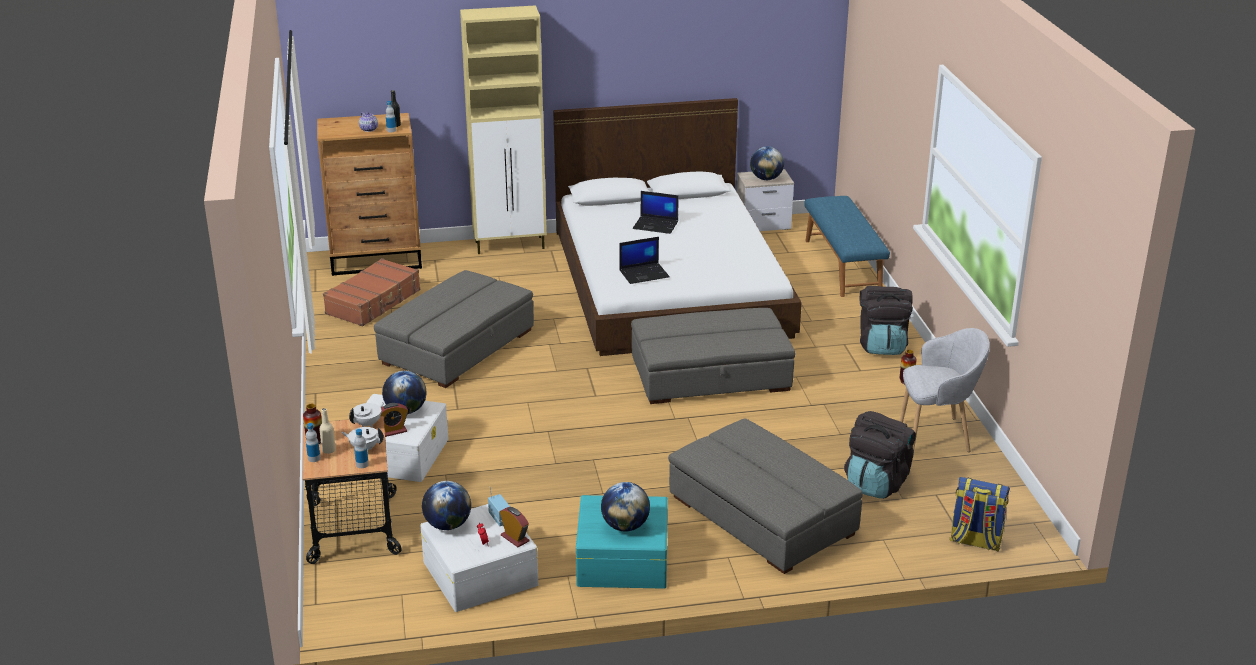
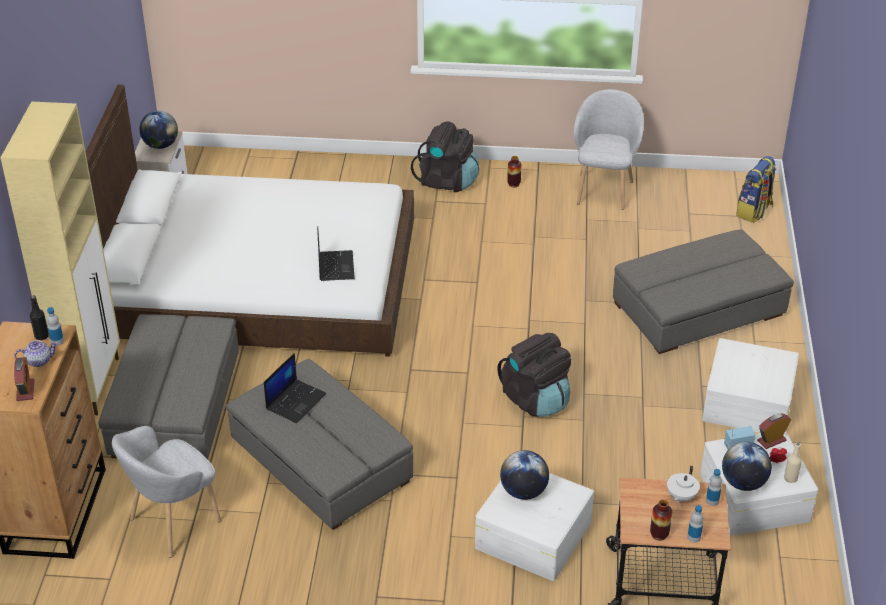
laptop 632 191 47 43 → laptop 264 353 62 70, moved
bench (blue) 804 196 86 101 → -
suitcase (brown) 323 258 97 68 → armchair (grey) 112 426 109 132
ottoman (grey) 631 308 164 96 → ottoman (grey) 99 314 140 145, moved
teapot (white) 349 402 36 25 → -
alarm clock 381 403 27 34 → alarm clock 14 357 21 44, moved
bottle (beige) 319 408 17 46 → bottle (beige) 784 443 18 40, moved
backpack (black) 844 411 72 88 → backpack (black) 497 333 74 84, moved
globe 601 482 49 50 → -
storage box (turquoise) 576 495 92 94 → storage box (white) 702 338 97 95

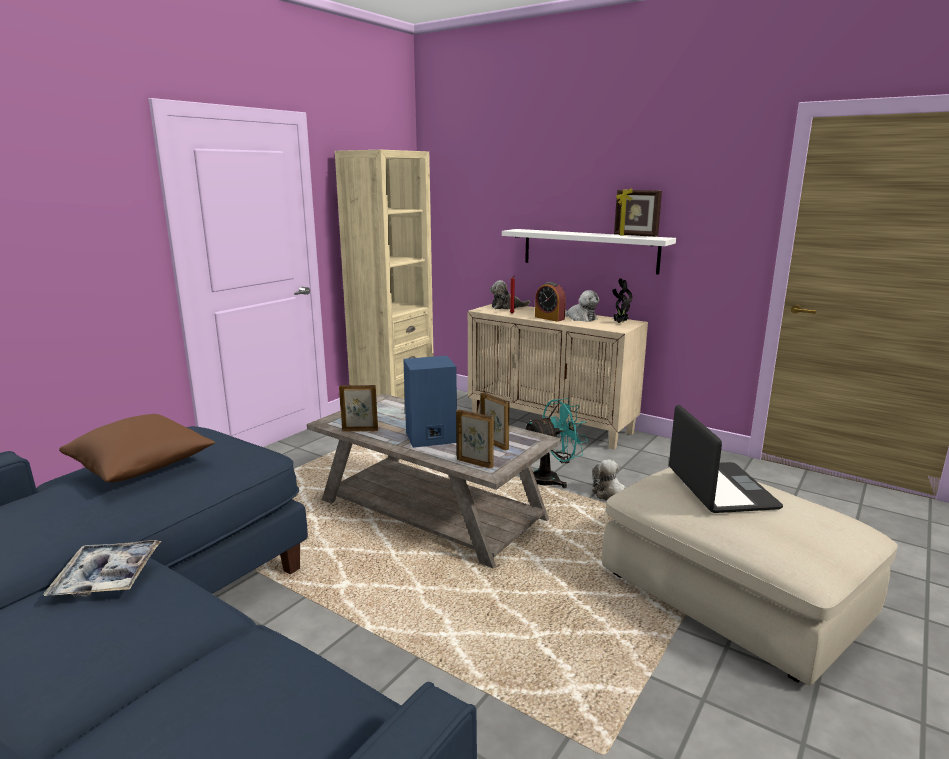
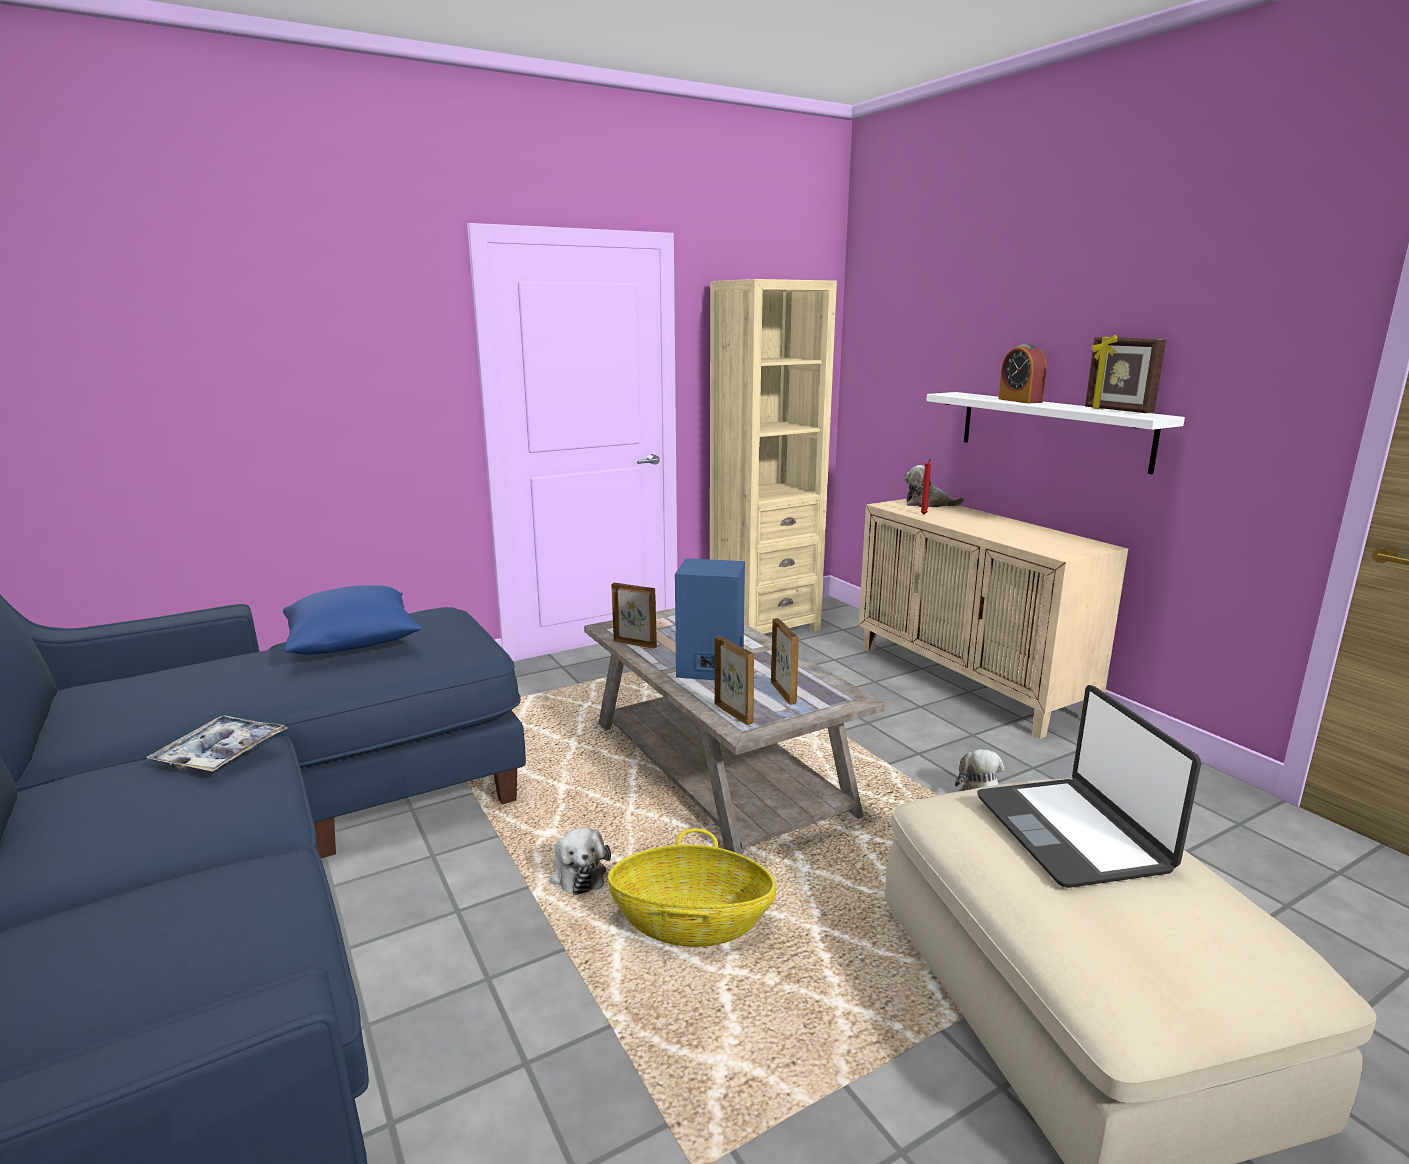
potted plant 612 279 20 44 → -
alarm clock 535 282 31 40 → alarm clock 999 344 48 59, moved
plush toy 565 290 34 32 → plush toy 550 828 61 67, moved
fan (turquoise) 522 398 66 90 → -
laptop 669 405 114 108 → laptop 977 685 224 203, 150 degrees clockwise
pillow (brown) 59 414 156 68 → pillow (blue) 283 585 139 70
- → basket 608 828 168 119

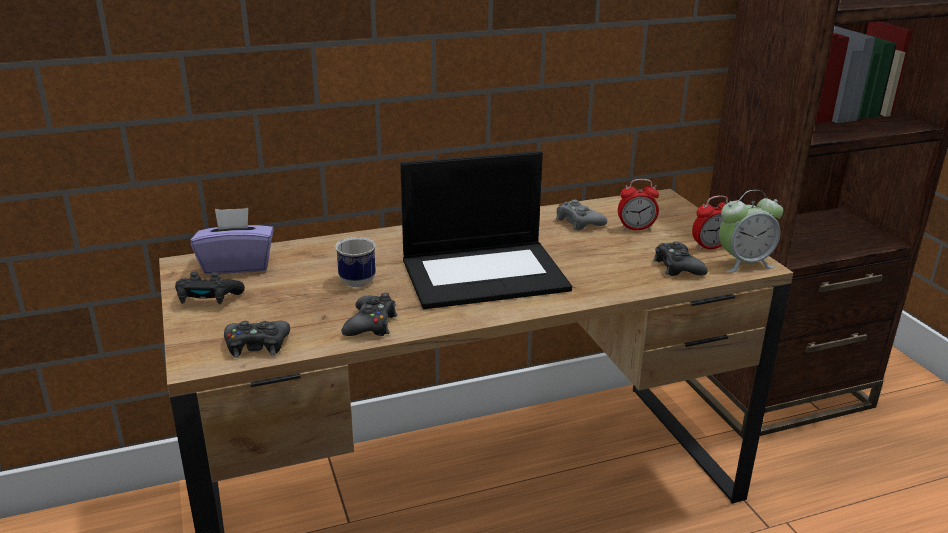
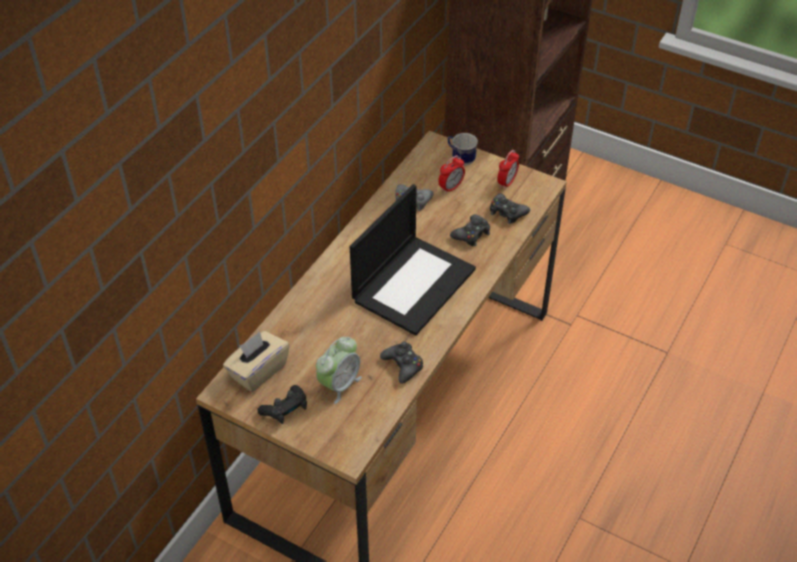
alarm clock 719 190 64 83 → alarm clock 316 337 46 67, moved
tissue box (purple) 190 208 84 66 → tissue box (beige) 223 331 66 61
mug 335 237 41 50 → mug 448 133 30 33, moved
game controller (black) 224 321 66 37 → game controller (black) 450 214 40 32, moved

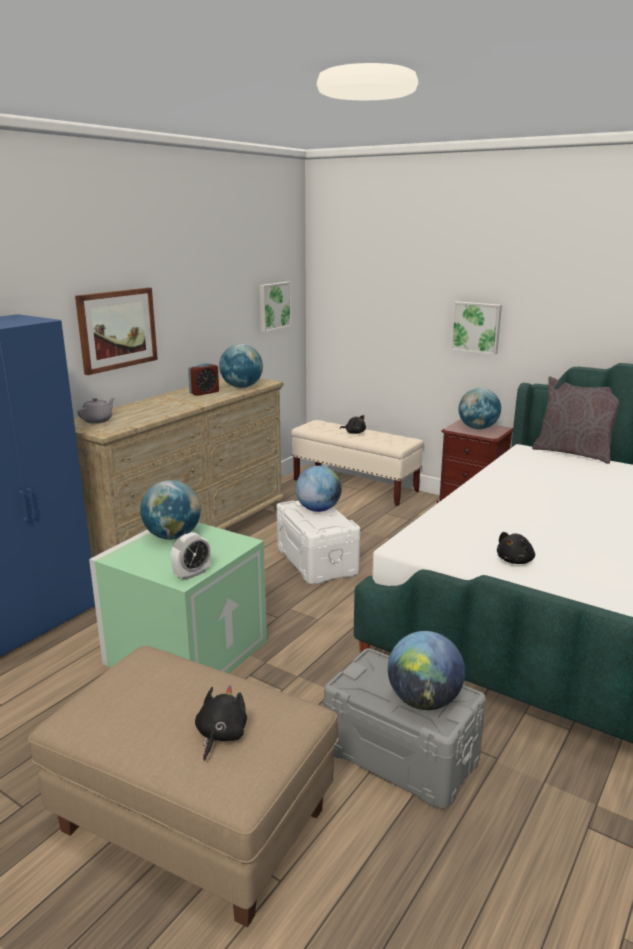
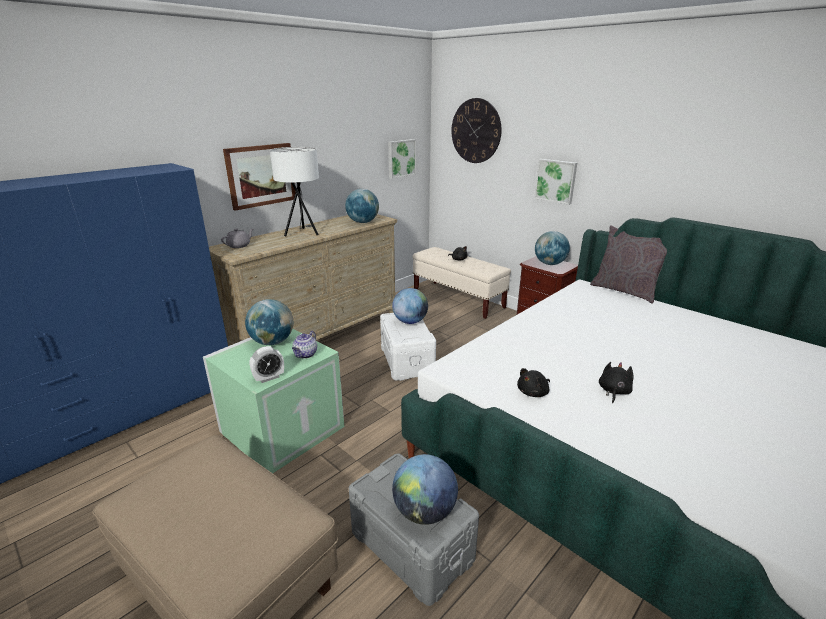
alarm clock 188 363 31 33 → -
plush toy (black) 195 685 52 76 → plush toy (black) 599 362 35 41, moved
- → wall clock 451 98 50 65
- → table lamp (white) 270 147 49 89
- → teapot 292 331 25 27

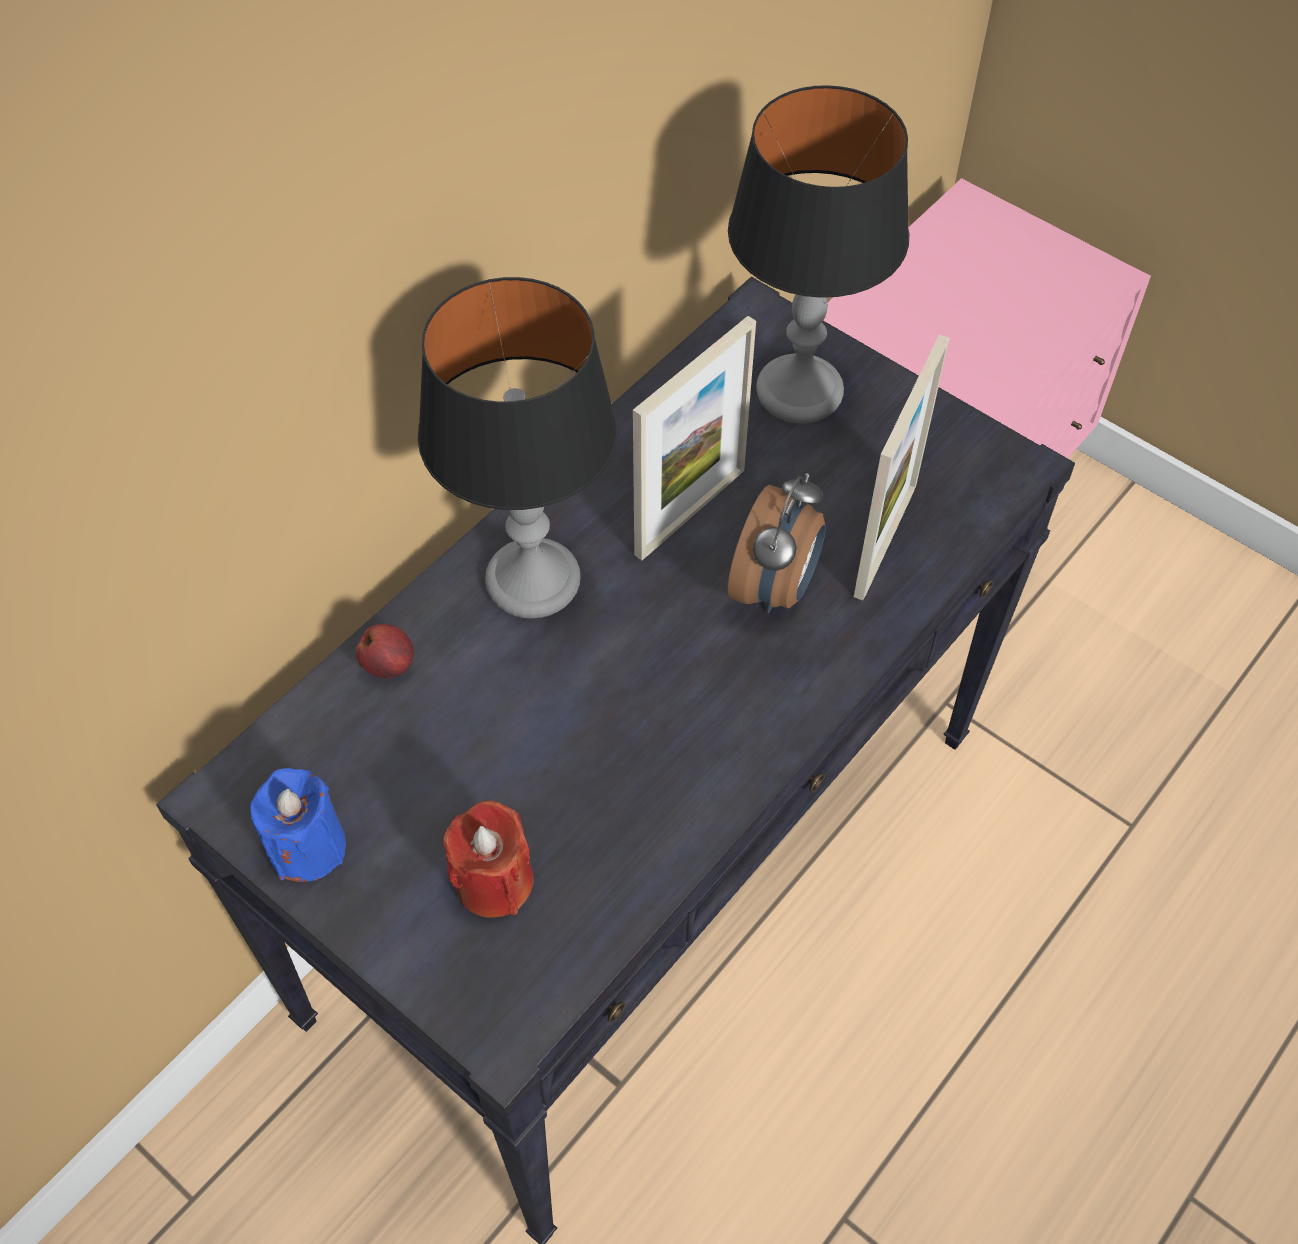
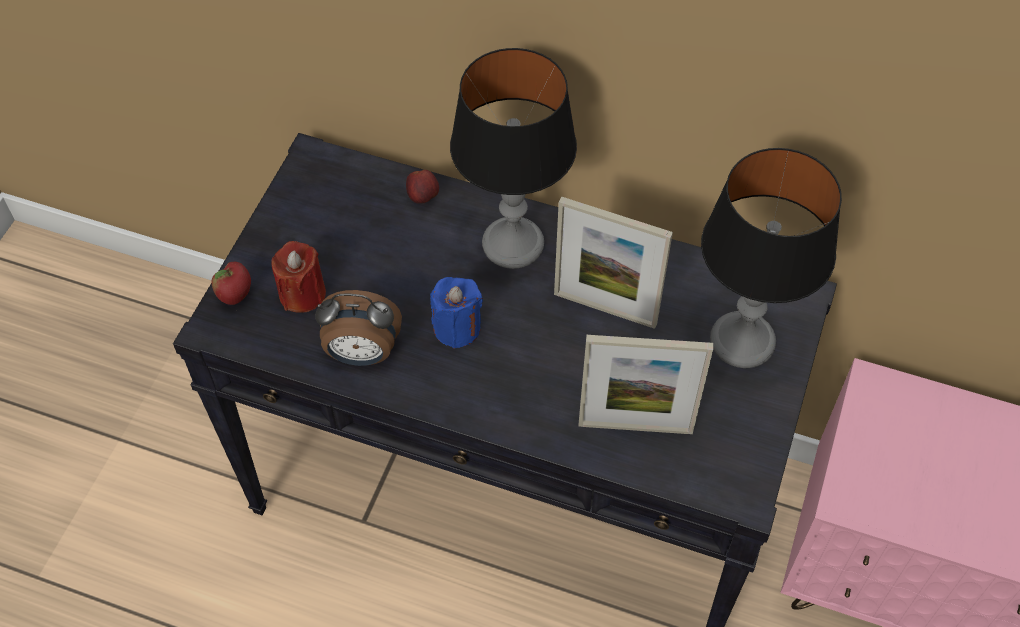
alarm clock 728 473 98 140 → alarm clock 315 290 87 76, moved
candle (blue) 250 768 96 114 → candle (blue) 430 277 53 72, moved
- → apple 211 262 40 43

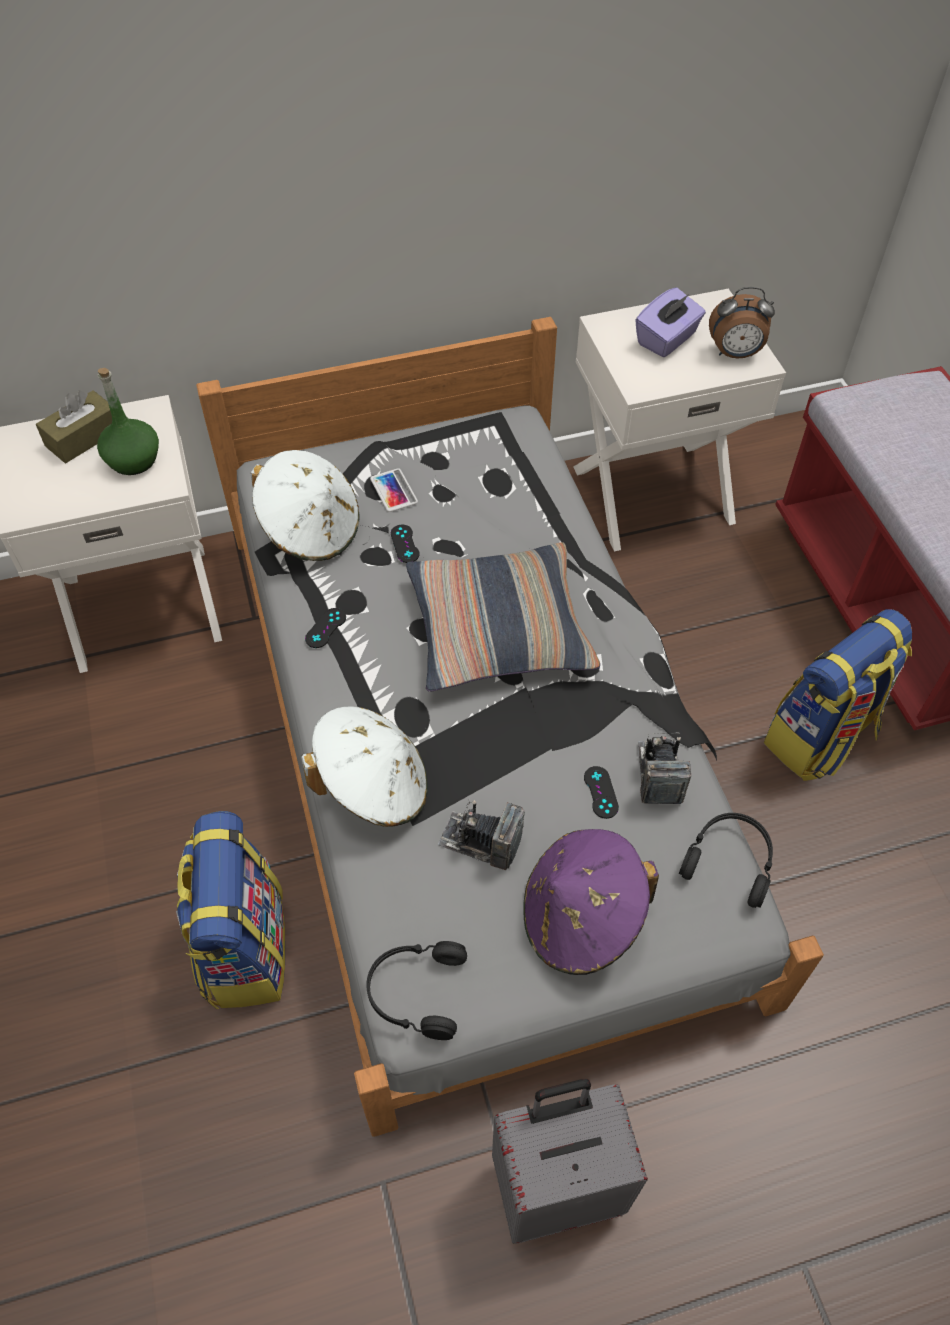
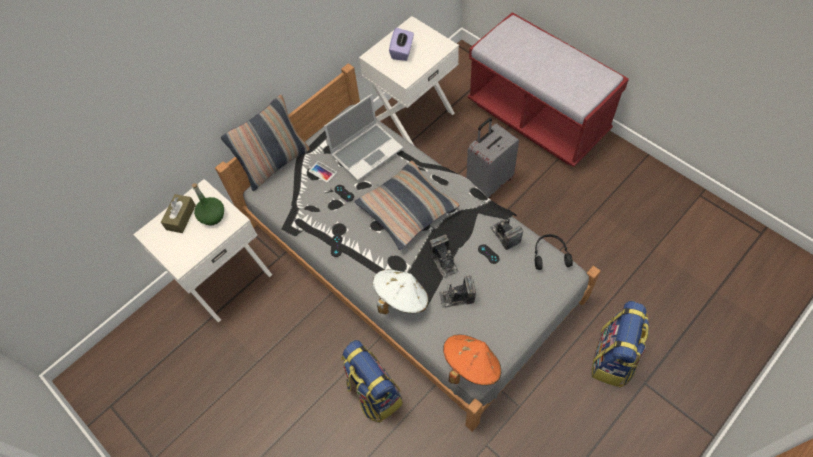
alarm clock 709 287 66 72 → -
hat (white) 250 450 109 111 → -
backpack 764 609 148 172 → backpack 591 301 58 87, moved
hat (purple) 523 829 136 146 → -
headphones (black) 366 941 101 99 → hat (orange) 443 334 58 51
suitcase (grey) 492 1079 156 165 → suitcase (grey) 466 118 53 80, moved
- → pillow 221 94 88 97
- → laptop 324 94 79 87
- → photo camera 430 234 29 44

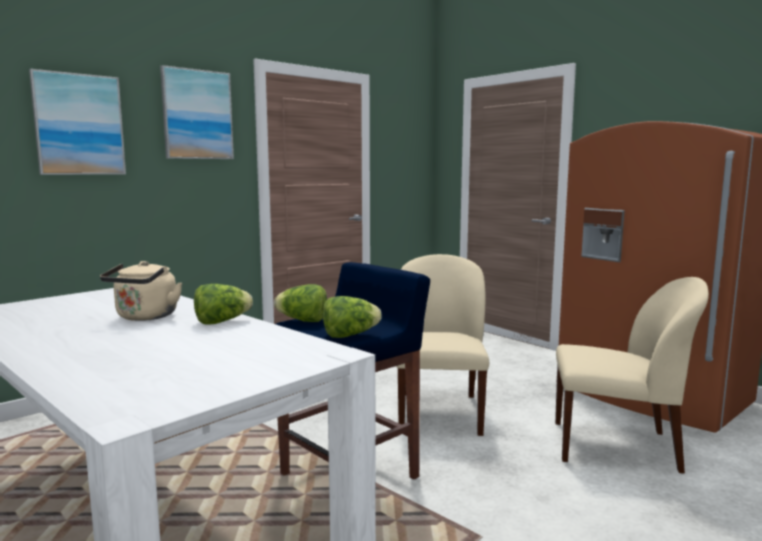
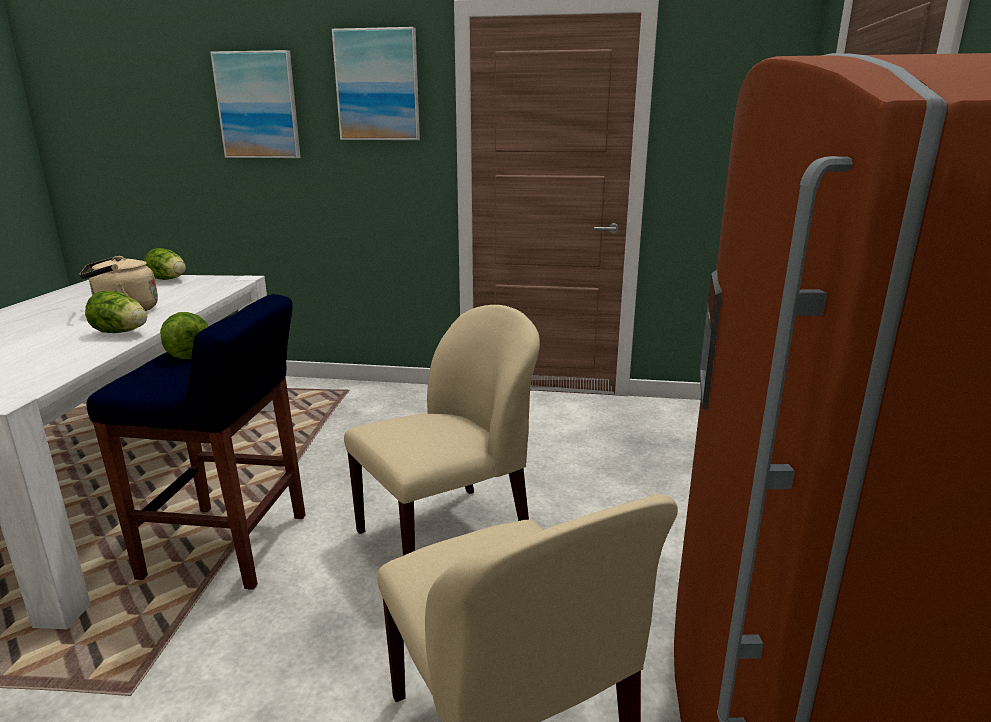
lettuce 323 296 59 42 → lettuce 144 248 42 32, moved

